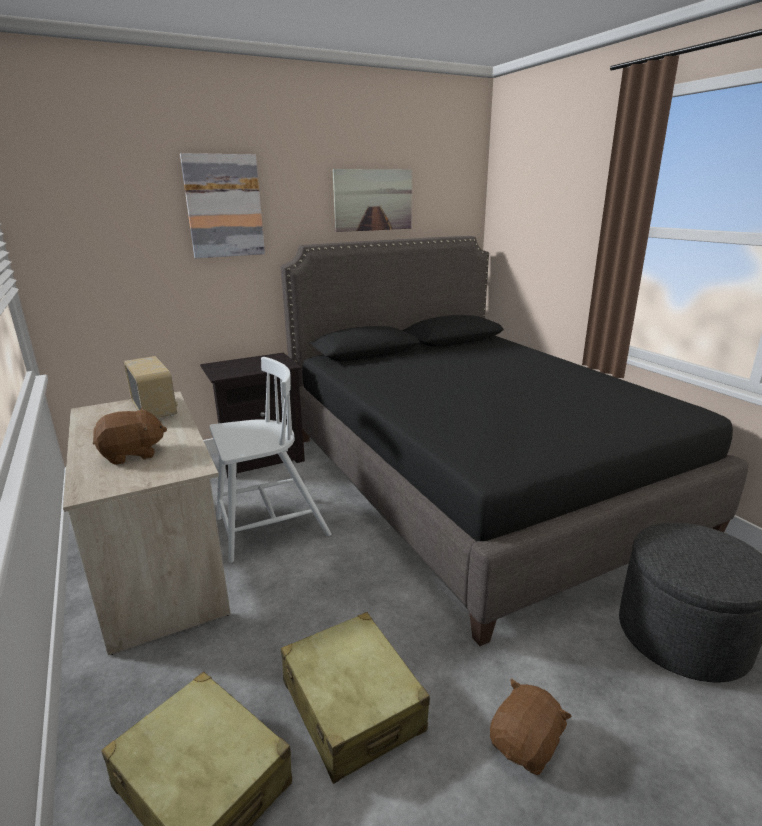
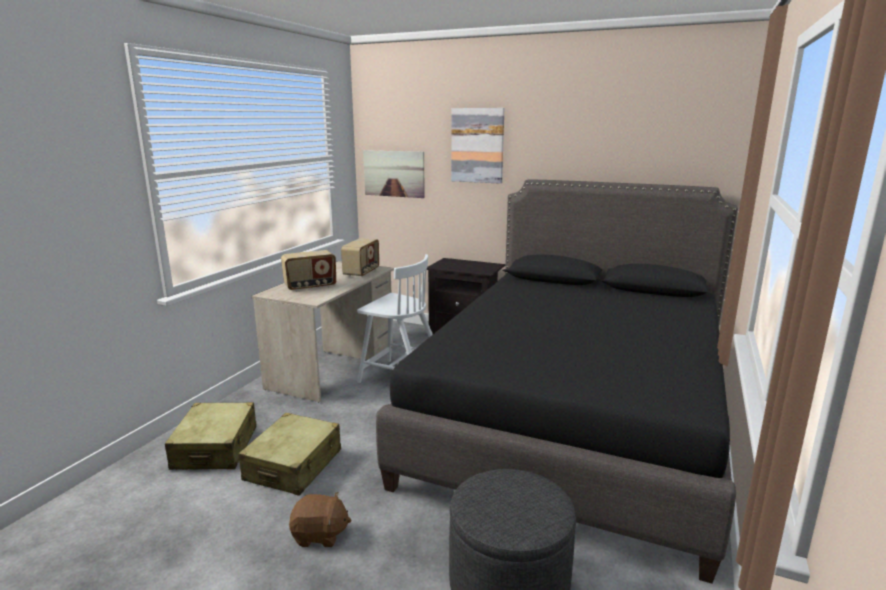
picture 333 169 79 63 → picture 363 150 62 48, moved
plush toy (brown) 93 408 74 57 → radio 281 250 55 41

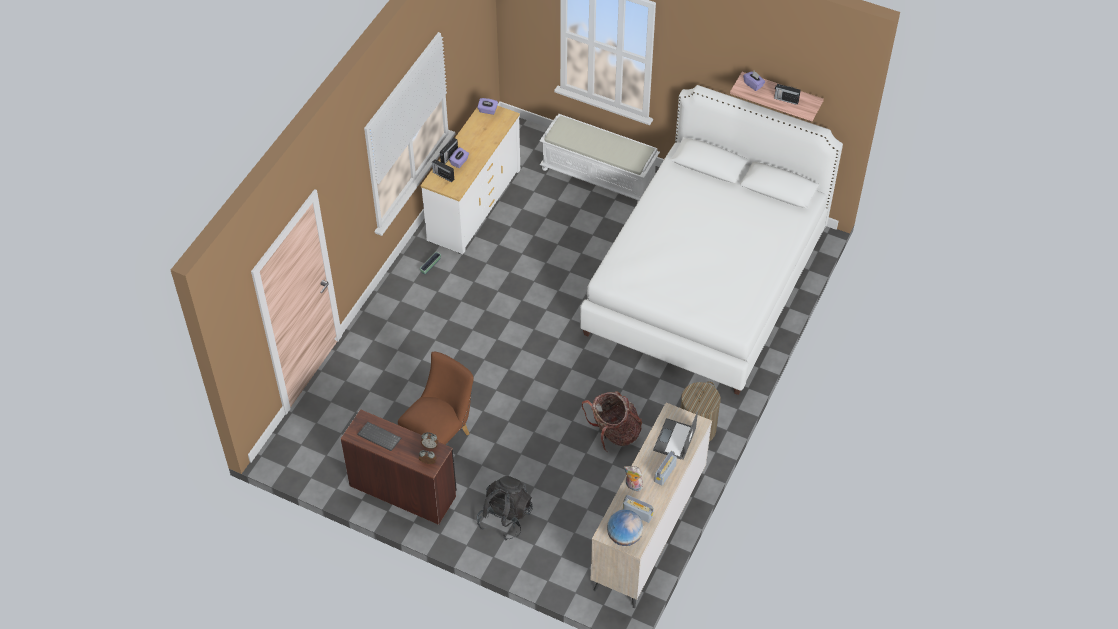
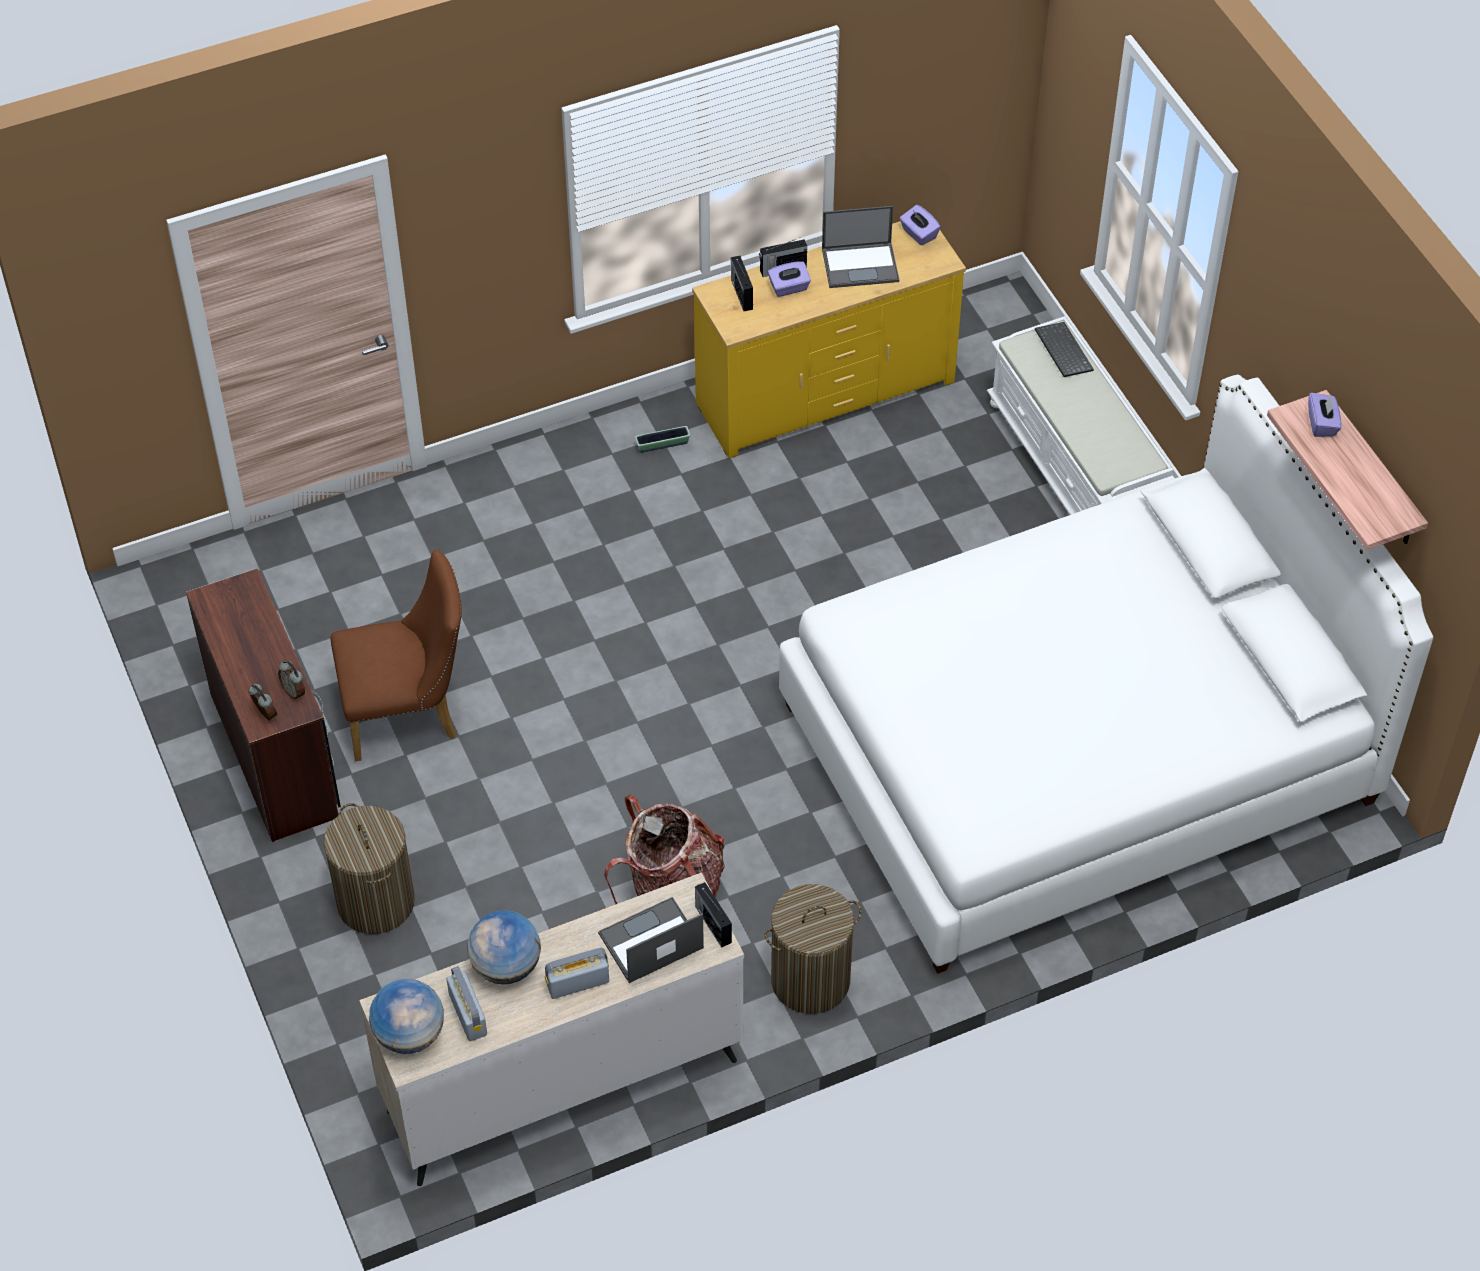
radio 774 84 27 21 → radio 695 882 37 66, moved
dresser (white) 421 105 99 149 → dresser (yellow) 692 221 274 237
keyboard 357 422 44 29 → keyboard 1035 322 59 55, moved
plush toy 624 466 19 26 → globe 467 911 74 74
backpack (black) 477 476 56 64 → laundry basket 324 803 91 131
- → laptop 822 206 77 82

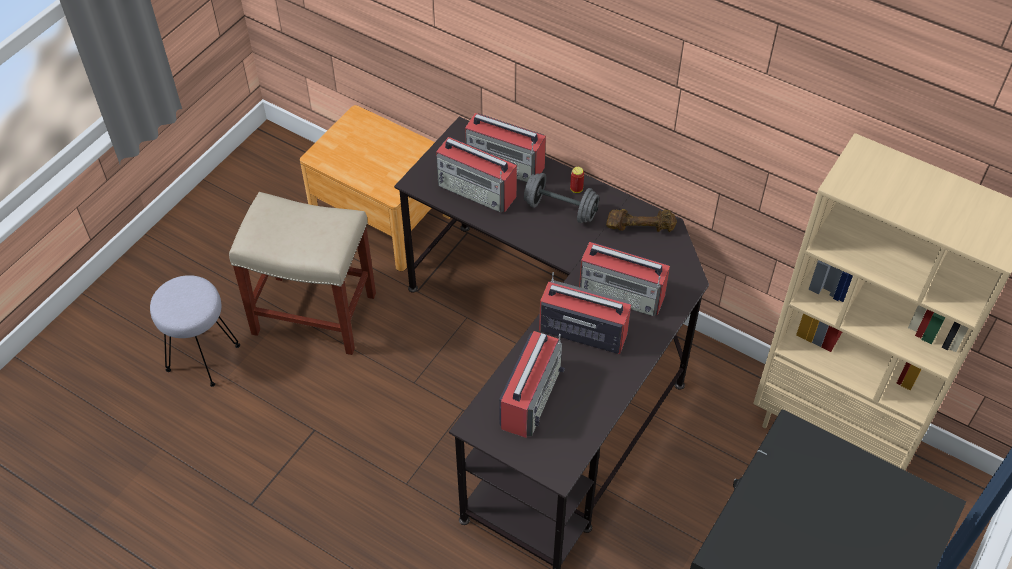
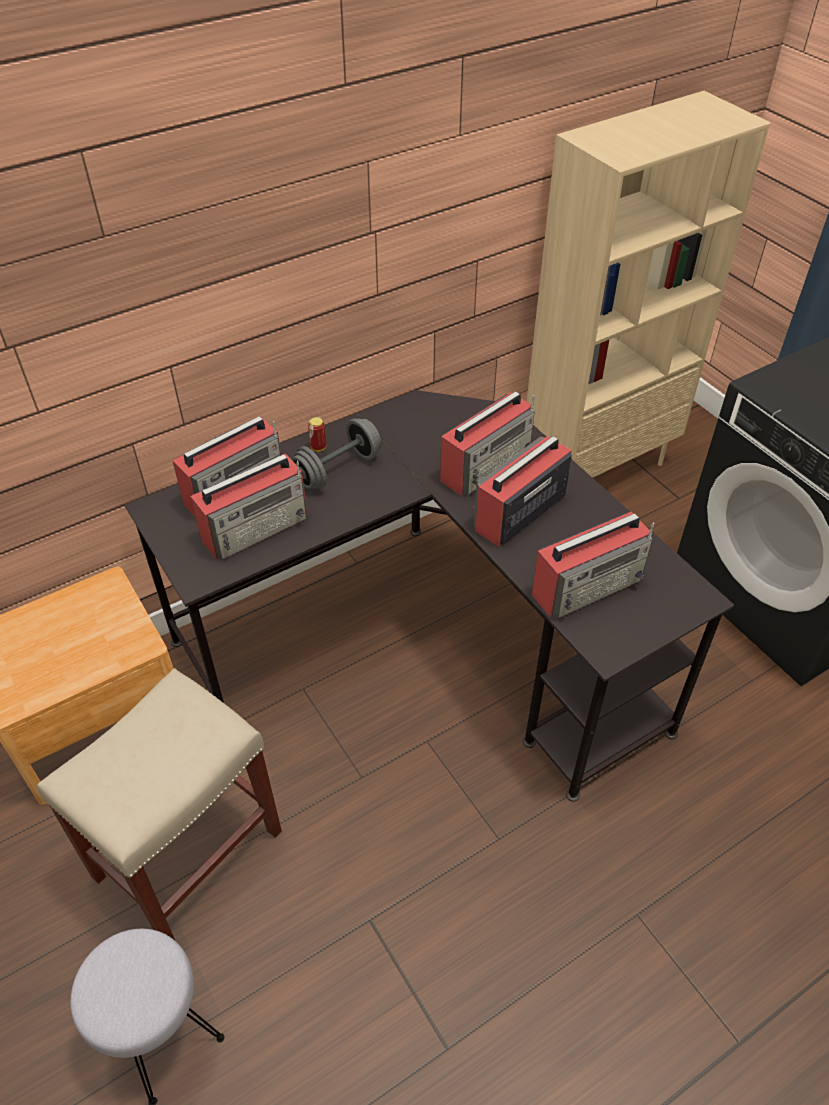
dumbbell (brown) 606 209 71 23 → -
radio 499 331 66 107 → radio 532 512 122 107, 105 degrees clockwise

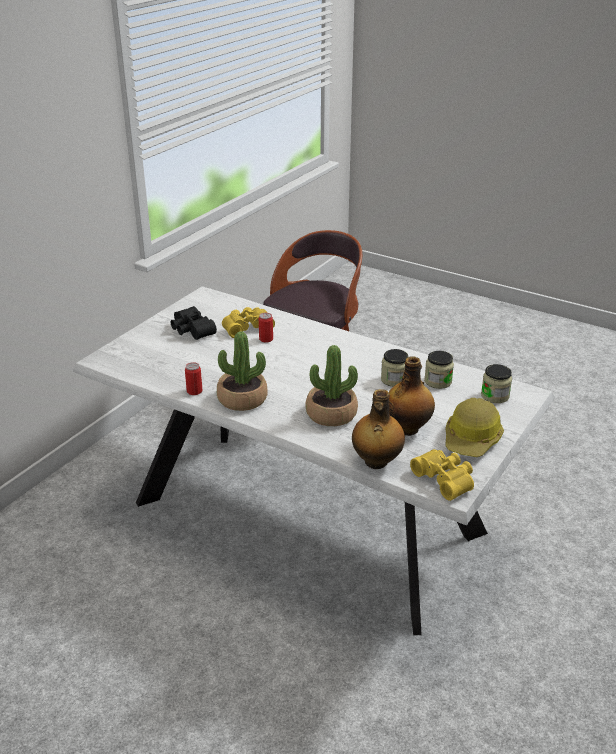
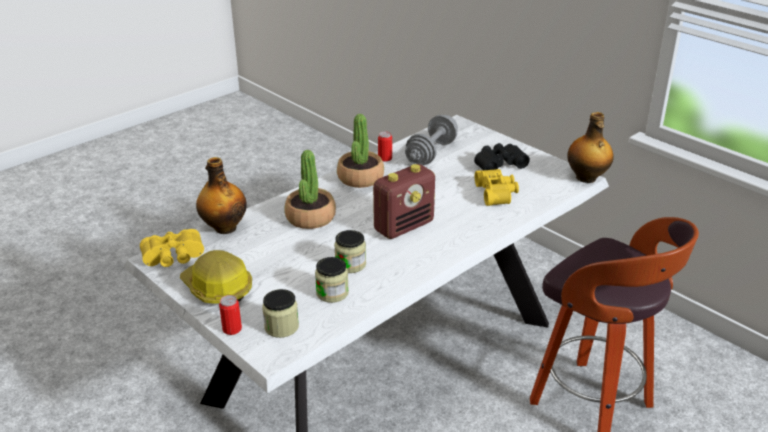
can 259 313 14 30 → can 219 295 23 40, moved
bottle 389 357 46 79 → bottle 567 112 47 71, moved
- → dumbbell (grey) 405 115 53 50
- → radio 373 164 62 75

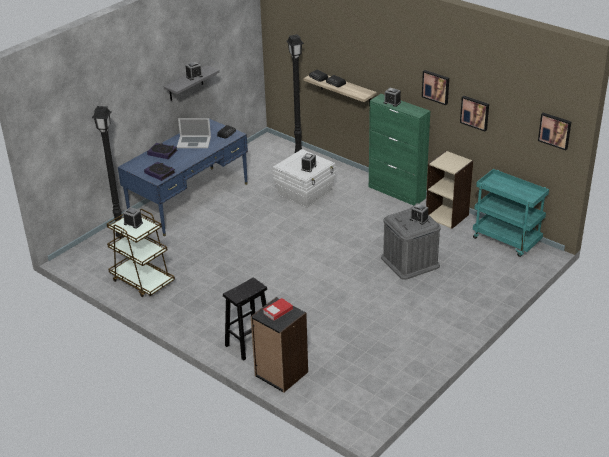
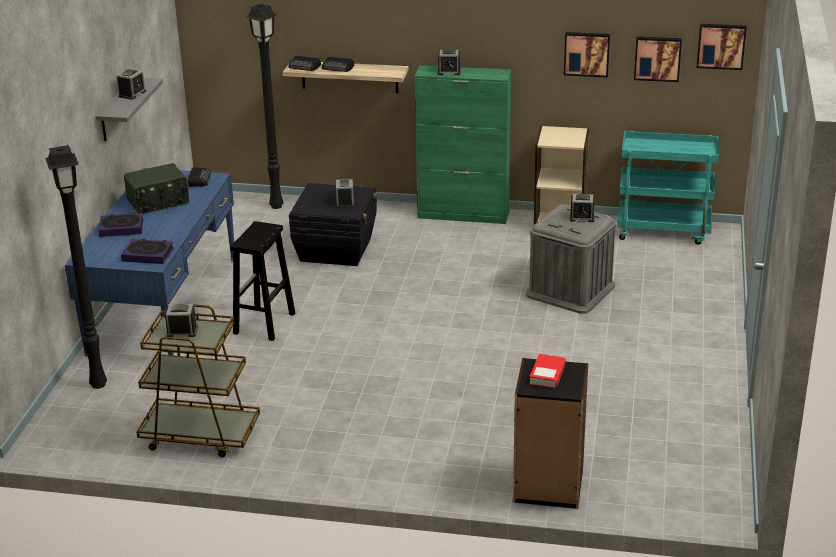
picture 422 70 27 35 → picture 634 36 48 46, moved
laptop 177 118 34 30 → radio 124 163 65 51
storage box (white) 273 149 62 59 → storage box (black) 289 183 88 83
stool (black) 223 278 44 83 → stool (black) 230 221 65 120, moved

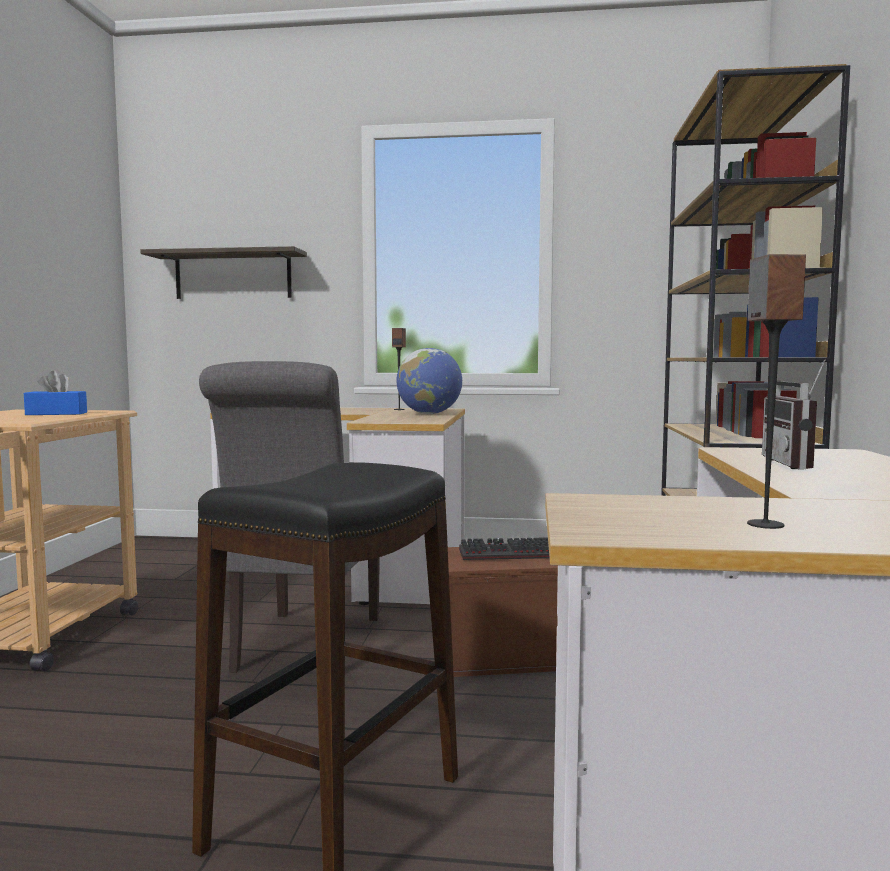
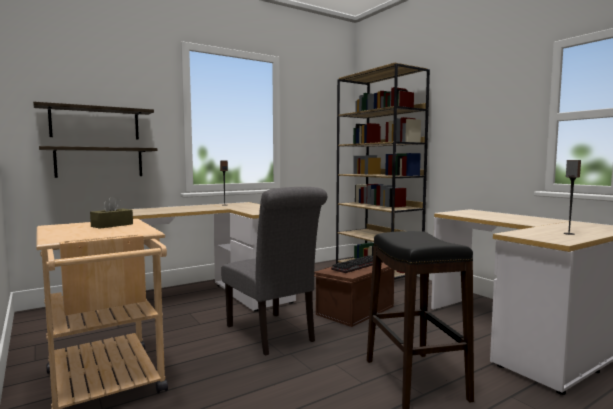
globe 396 348 66 66 → -
radio 762 359 63 110 → -
tissue box (blue) 24 371 63 44 → tissue box (brown) 90 196 43 33
- → shelf 39 146 118 32

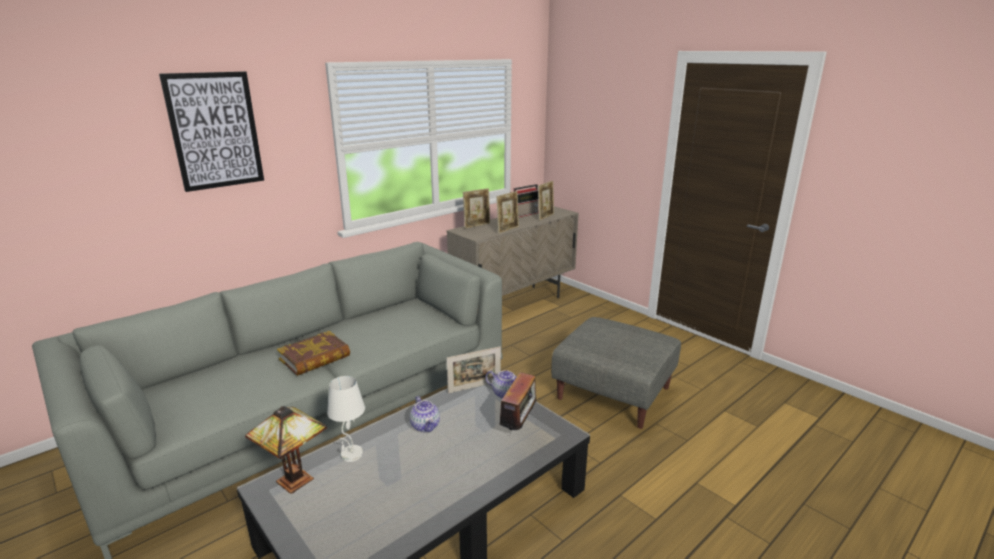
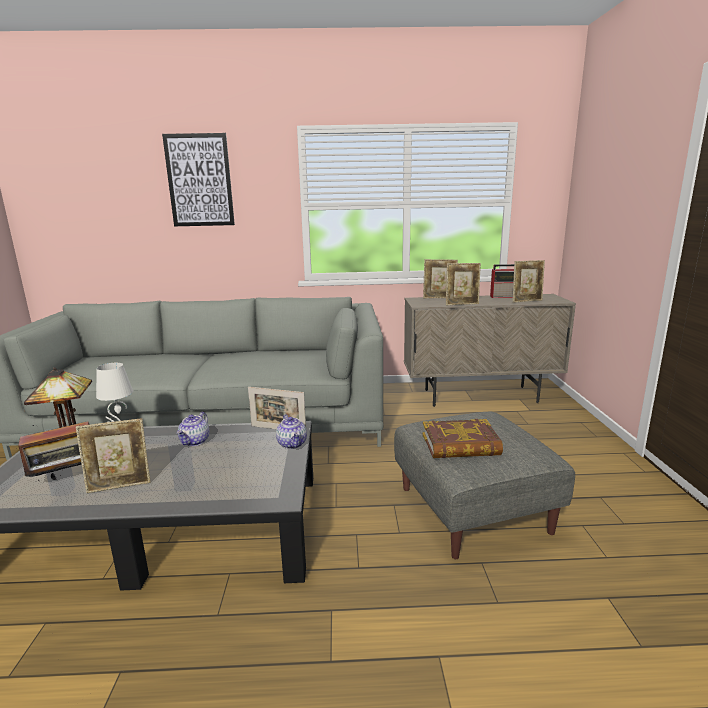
book 277 331 73 45 → book 422 419 81 39, moved
radio 499 372 41 62 → radio 18 421 72 61, moved
- → picture frame 76 418 75 75

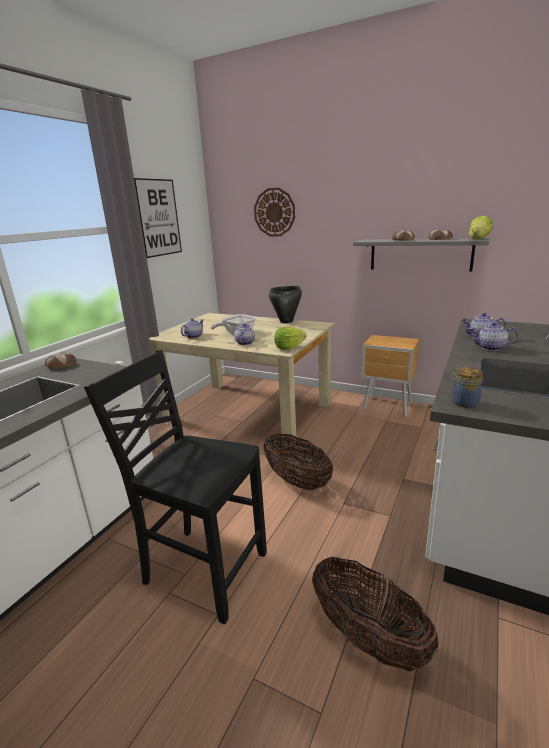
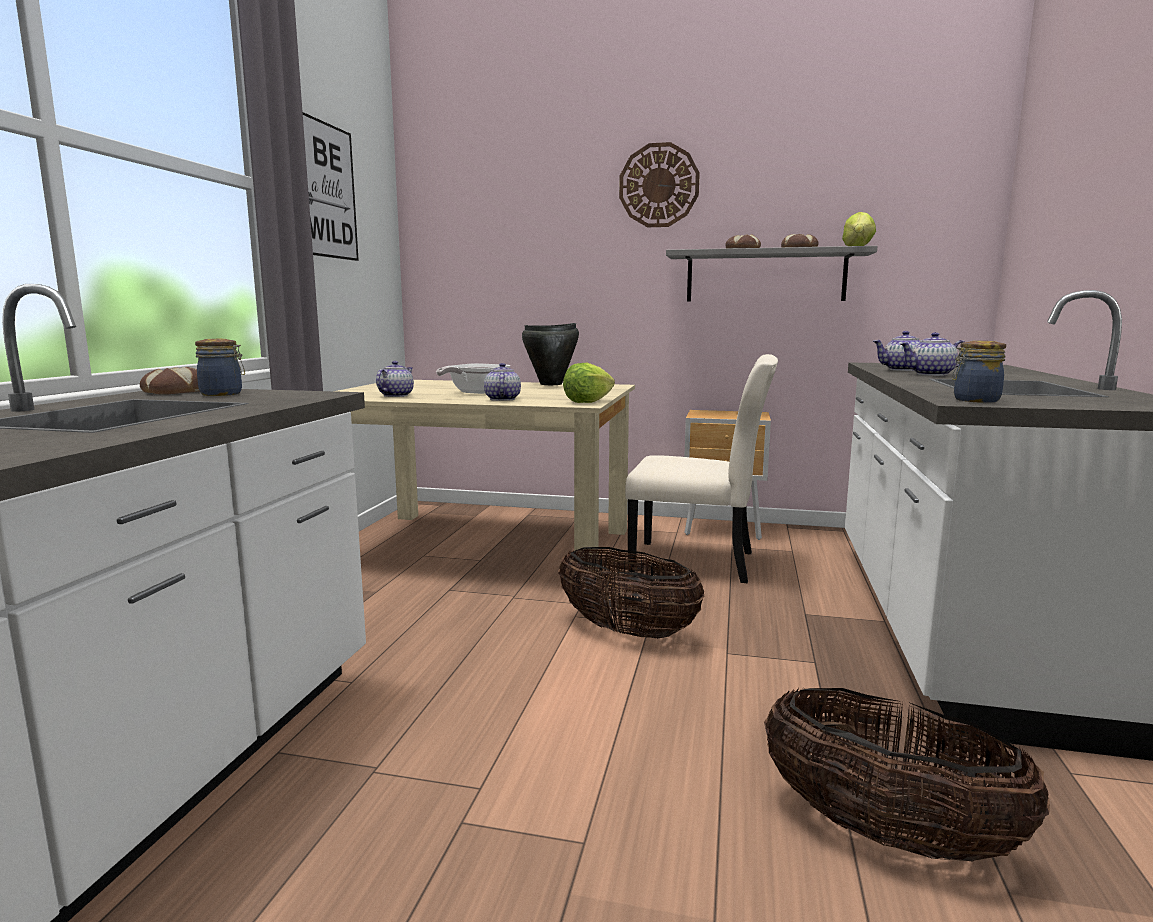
wall clock 254 188 41 48 → wall clock 619 142 81 85, moved
chair (black) 84 350 183 274 → -
- → jar 195 339 50 57
- → chair (beige) 626 354 152 229

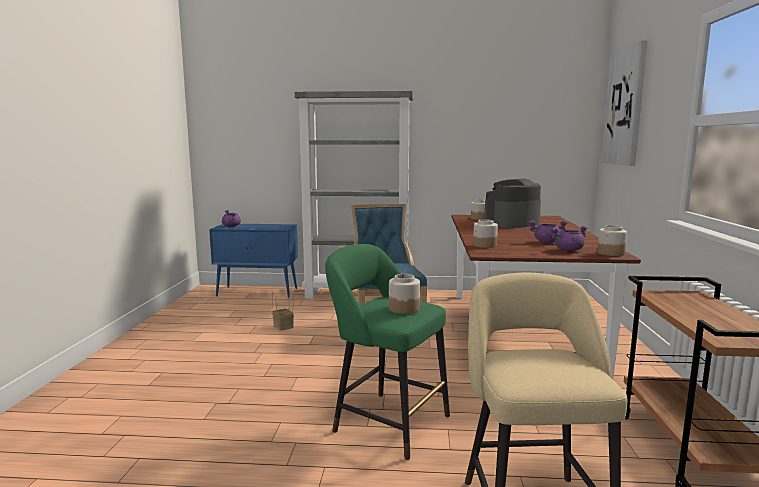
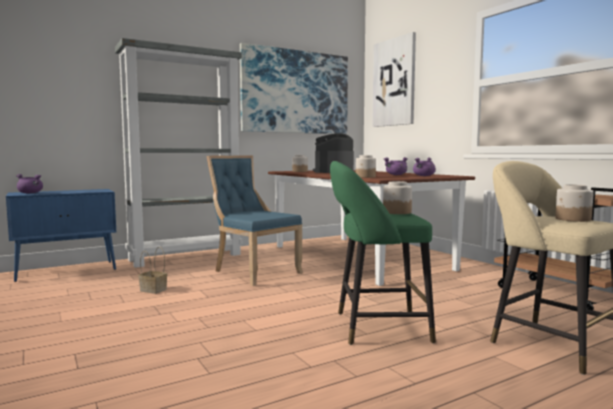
jar 598 225 29 31 → jar 555 184 39 38, moved
- → picture 240 43 108 91

